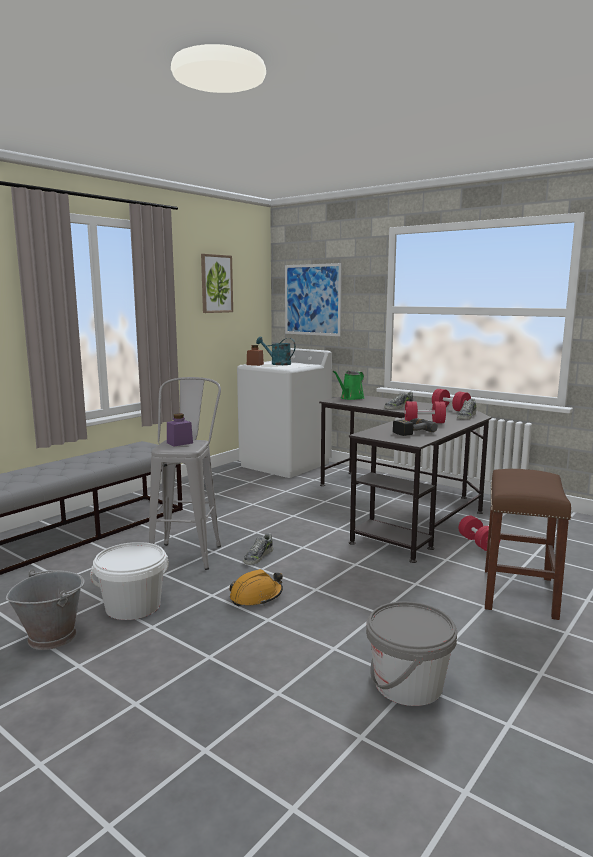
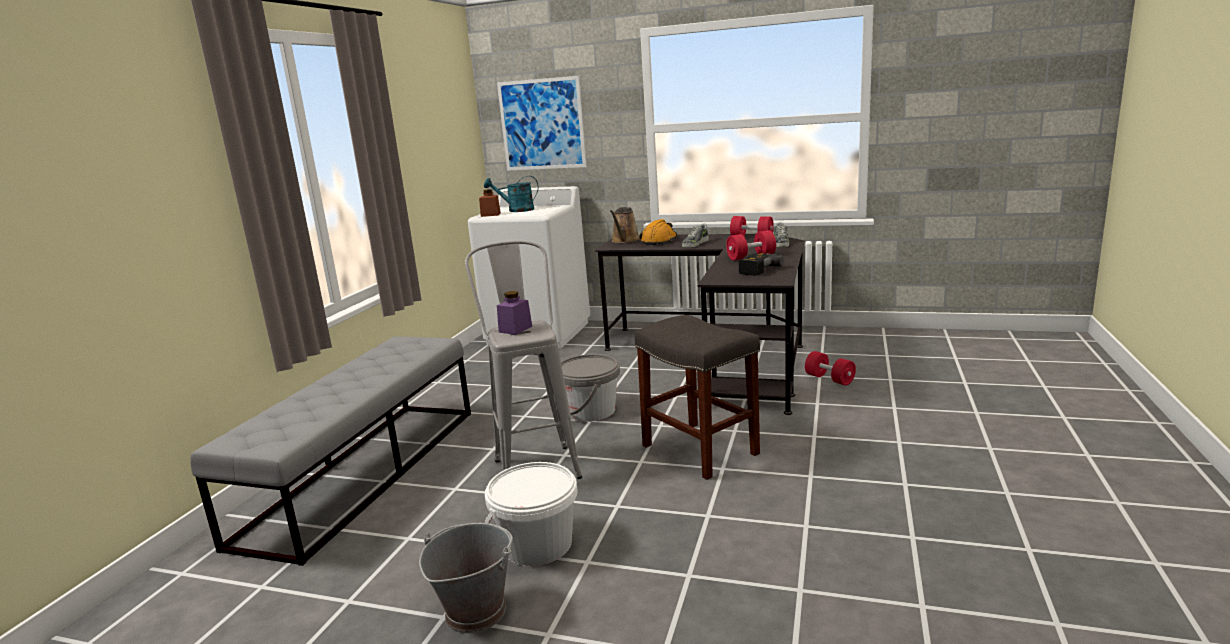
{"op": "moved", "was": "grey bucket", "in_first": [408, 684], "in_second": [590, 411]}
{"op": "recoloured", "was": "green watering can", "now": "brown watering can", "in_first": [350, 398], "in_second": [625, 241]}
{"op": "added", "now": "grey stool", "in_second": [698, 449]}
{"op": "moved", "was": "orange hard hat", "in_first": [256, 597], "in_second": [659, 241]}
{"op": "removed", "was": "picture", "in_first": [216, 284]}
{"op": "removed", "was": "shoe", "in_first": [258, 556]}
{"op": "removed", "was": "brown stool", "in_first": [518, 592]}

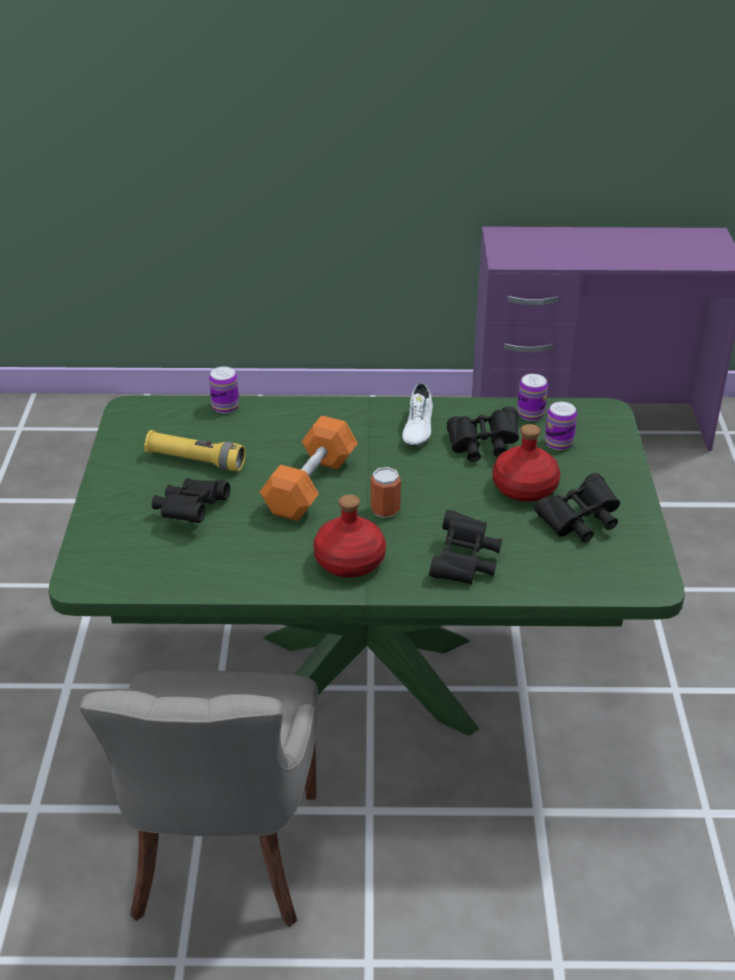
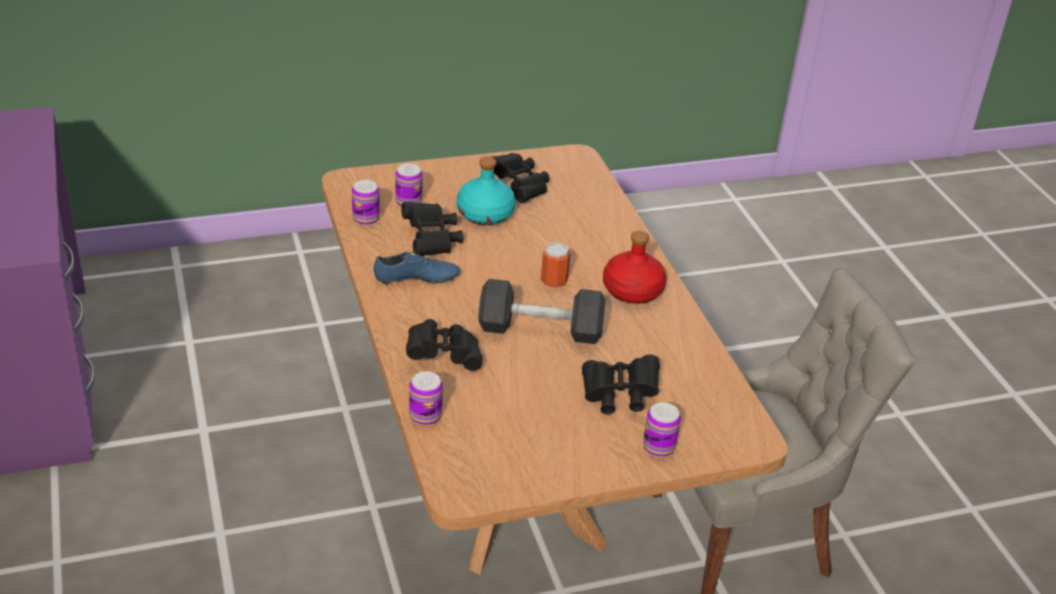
{"op": "recoloured", "was": "green dining table", "now": "brown dining table", "in_first": [367, 683], "in_second": [512, 484]}
{"op": "recoloured", "was": "white shoe", "now": "blue shoe", "in_first": [417, 428], "in_second": [416, 279]}
{"op": "moved", "was": "black binoculars", "in_first": [465, 562], "in_second": [444, 355]}
{"op": "recoloured", "was": "red bottle", "now": "turquoise bottle", "in_first": [523, 487], "in_second": [485, 214]}
{"op": "recoloured", "was": "orange dumbbell", "now": "grey dumbbell", "in_first": [310, 485], "in_second": [540, 329]}
{"op": "added", "now": "can", "in_second": [658, 447]}
{"op": "removed", "was": "yellow flashlight", "in_first": [195, 461]}

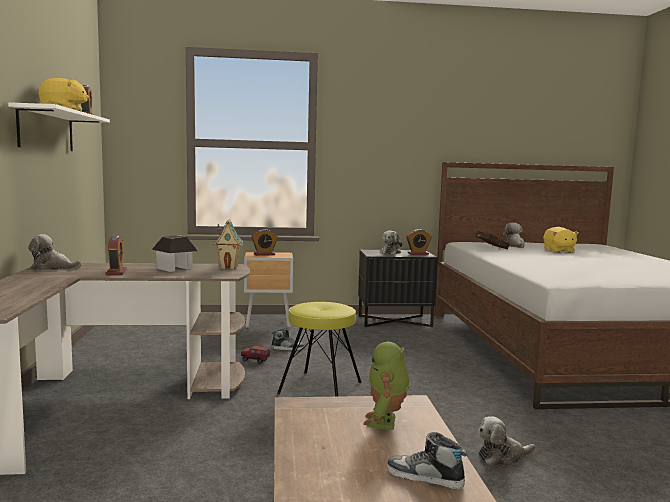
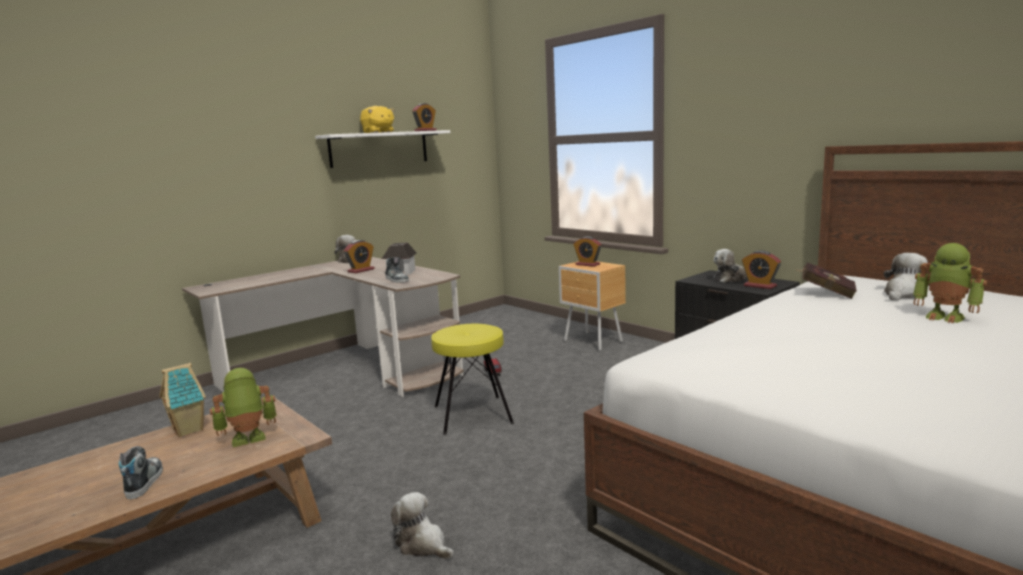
{"op": "moved", "was": "toy house", "in_first": [229, 267], "in_second": [189, 429]}
{"op": "moved", "was": "shoe", "in_first": [288, 348], "in_second": [397, 280]}
{"op": "replaced", "was": "yellow plush toy", "now": "toy robot", "in_first": [558, 251], "in_second": [946, 316]}

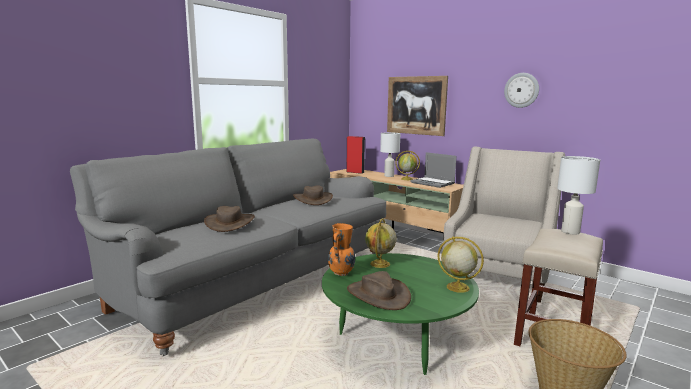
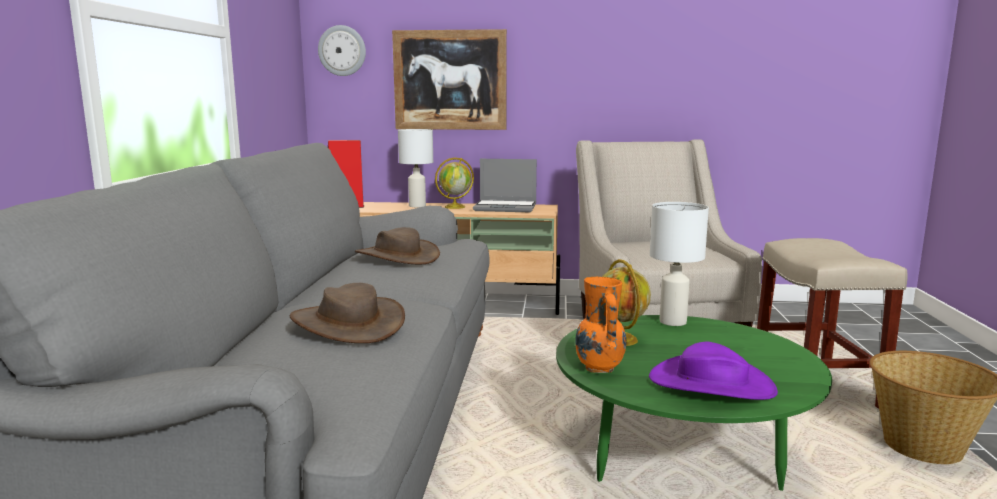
{"op": "moved", "was": "wall clock", "in_first": [521, 90], "in_second": [342, 50]}
{"op": "recoloured", "was": "brown hat", "now": "purple hat", "in_first": [378, 295], "in_second": [711, 384]}
{"op": "moved", "was": "white table lamp", "in_first": [570, 232], "in_second": [673, 322]}
{"op": "removed", "was": "globe", "in_first": [457, 287]}

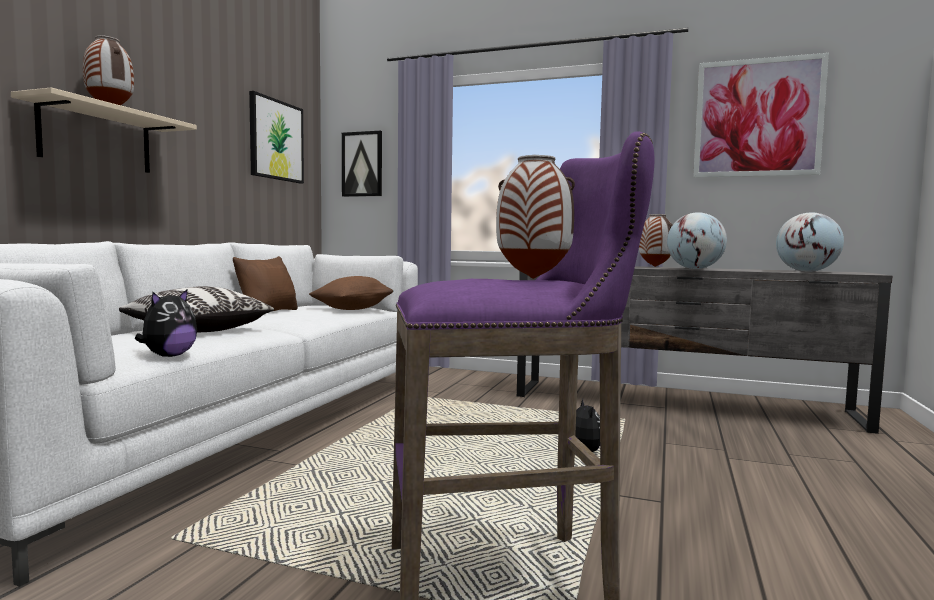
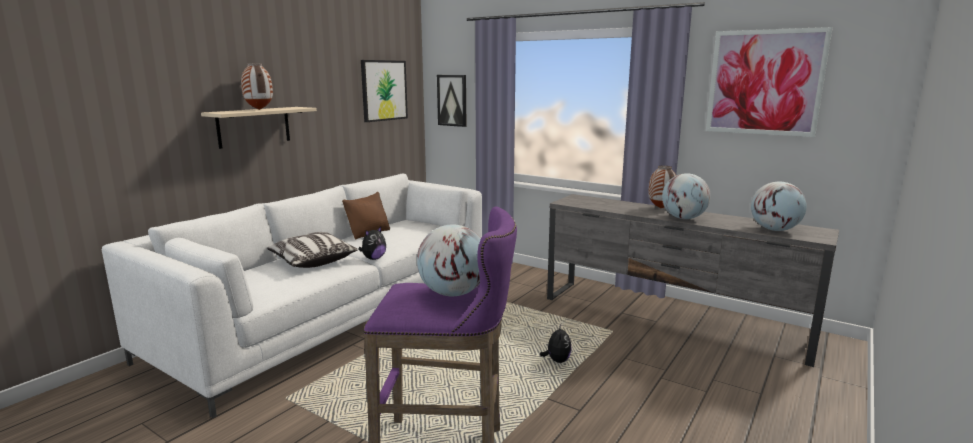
{"op": "moved", "was": "plush toy", "in_first": [169, 356], "in_second": [373, 258]}
{"op": "replaced", "was": "vase", "now": "globe", "in_first": [532, 278], "in_second": [453, 293]}
{"op": "removed", "was": "brown pillow", "in_first": [352, 309]}

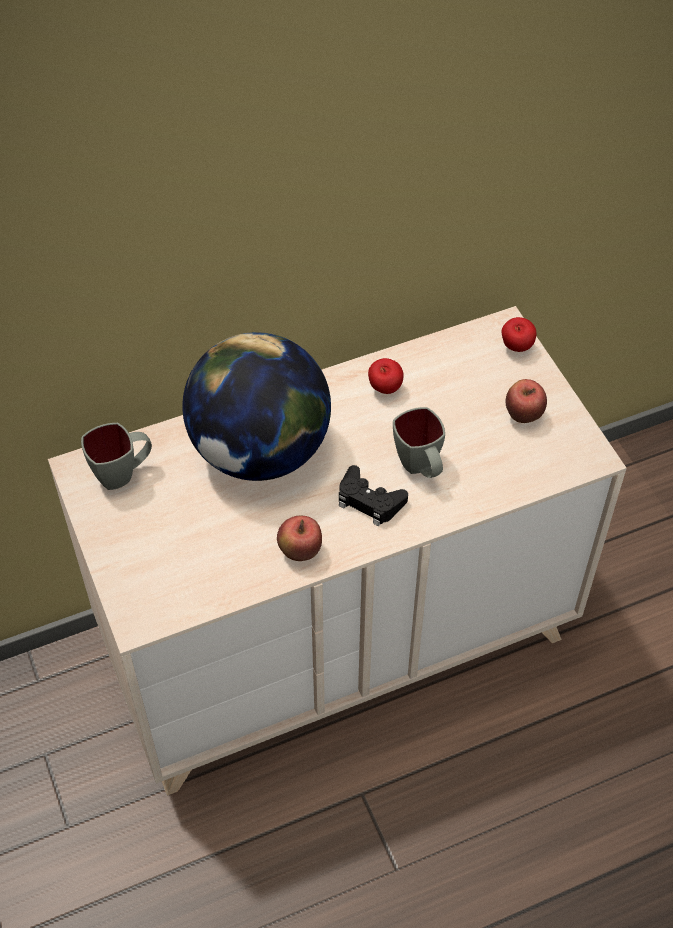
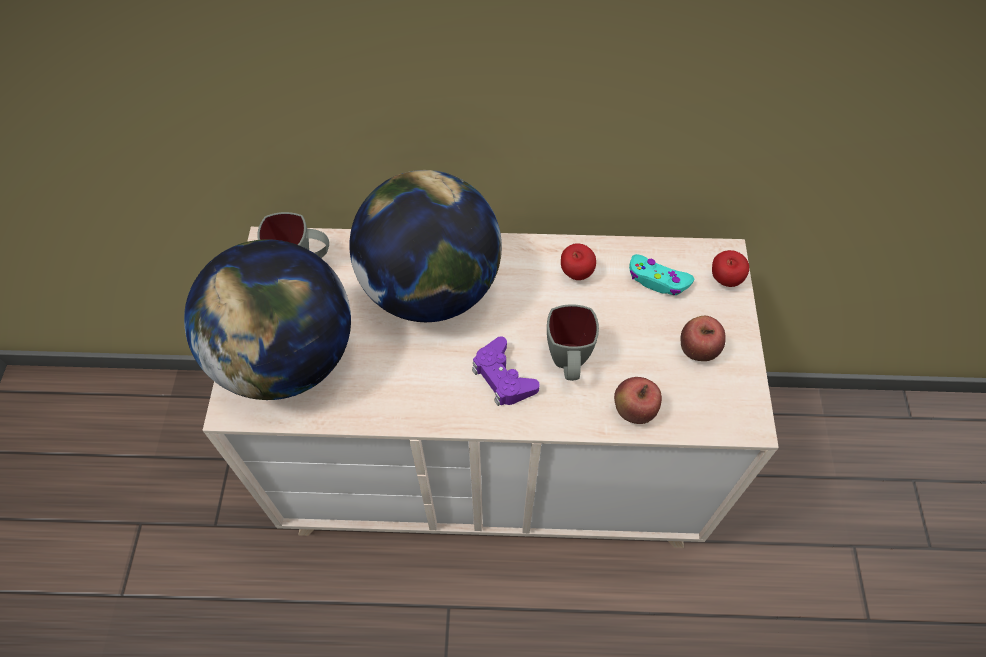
{"op": "added", "now": "globe", "in_second": [287, 358]}
{"op": "recoloured", "was": "black game controller", "now": "purple game controller", "in_first": [369, 501], "in_second": [503, 377]}
{"op": "moved", "was": "apple", "in_first": [300, 551], "in_second": [633, 411]}
{"op": "added", "now": "turquoise game controller", "in_second": [657, 280]}

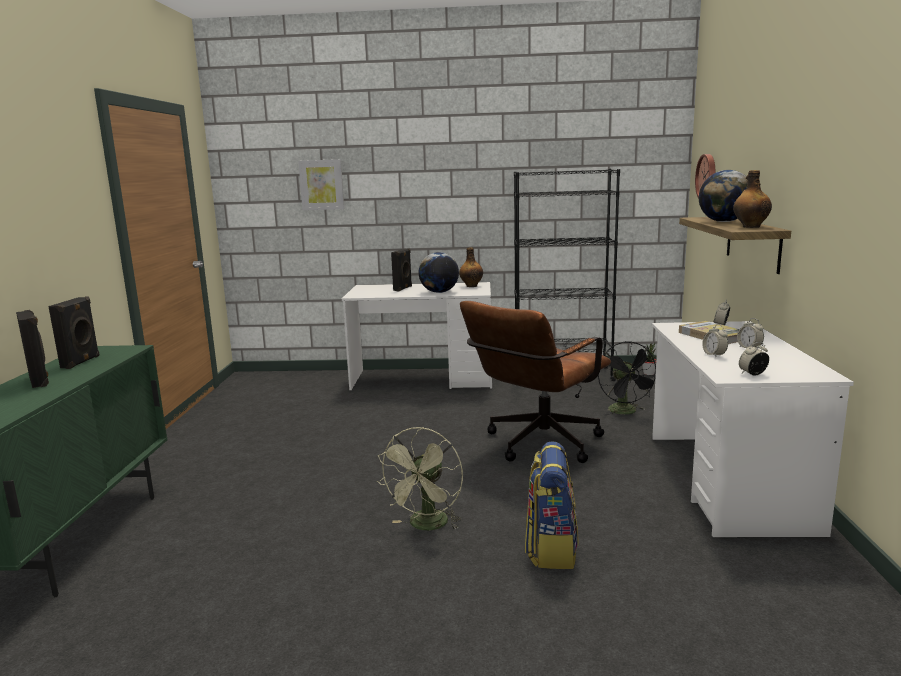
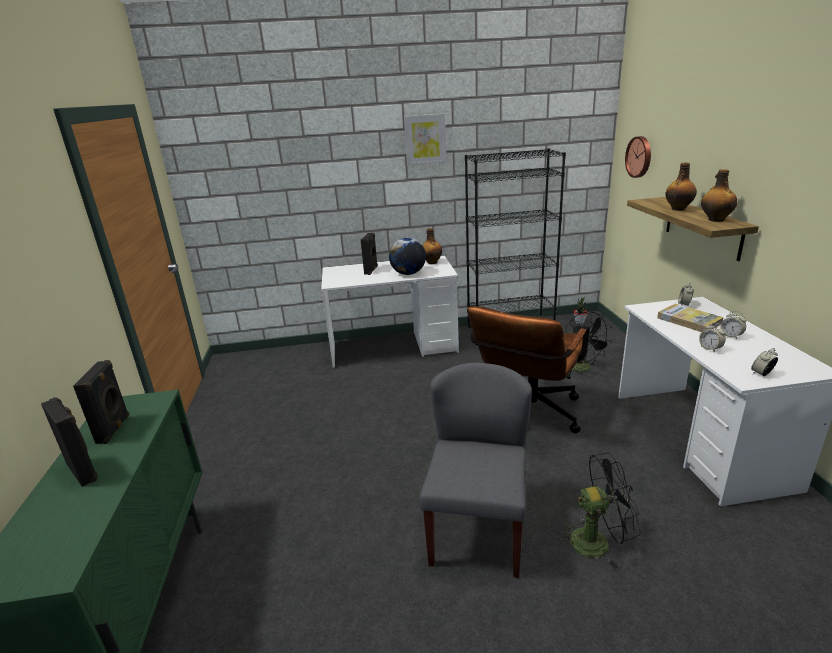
{"op": "moved", "was": "picture", "in_first": [322, 184], "in_second": [425, 139]}
{"op": "replaced", "was": "green fan", "now": "grey chair", "in_first": [426, 526], "in_second": [478, 529]}
{"op": "replaced", "was": "backpack", "now": "black fan", "in_first": [551, 548], "in_second": [597, 541]}
{"op": "replaced", "was": "globe", "now": "bottle", "in_first": [724, 222], "in_second": [678, 209]}

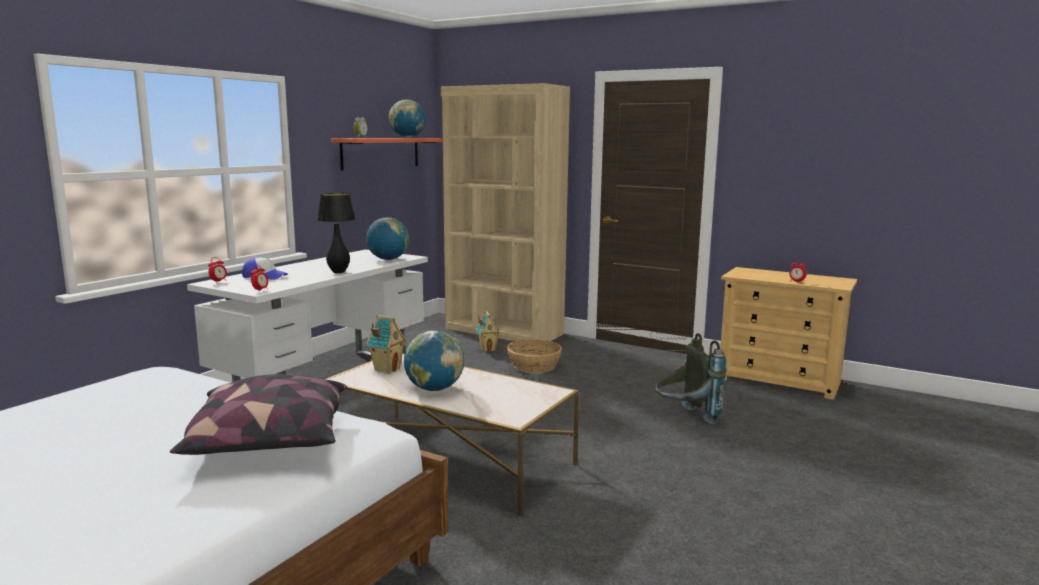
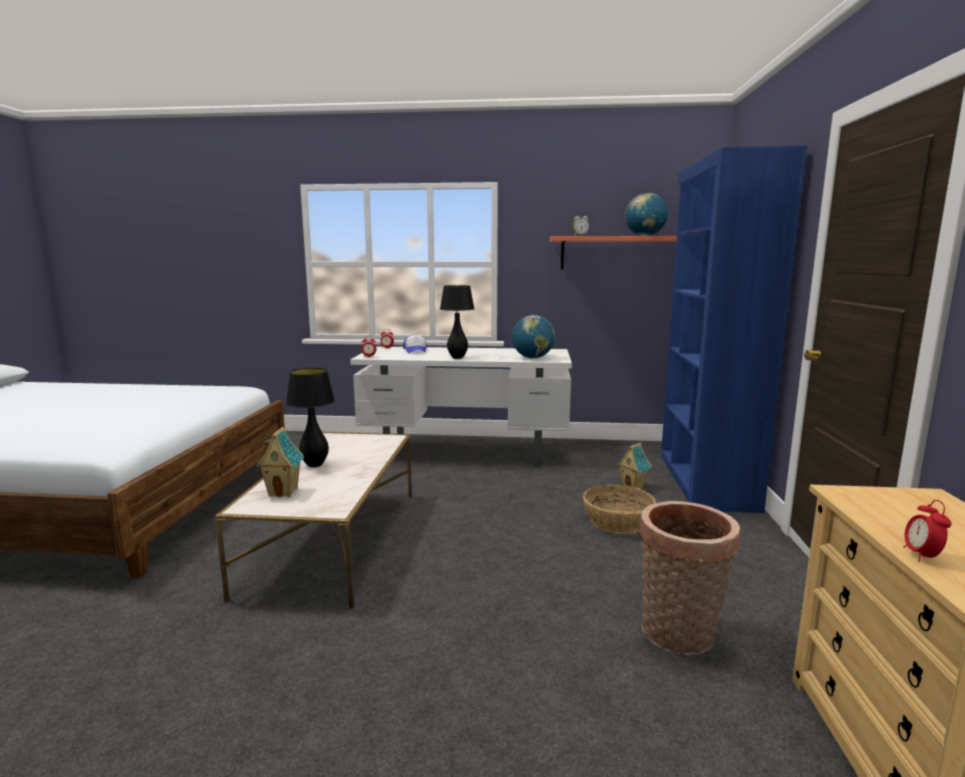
{"op": "moved", "was": "toy house", "in_first": [387, 369], "in_second": [284, 492]}
{"op": "replaced", "was": "globe", "now": "black table lamp", "in_first": [434, 389], "in_second": [315, 465]}
{"op": "added", "now": "basket", "in_second": [679, 636]}
{"op": "recoloured", "was": "beige bookcase", "now": "blue bookcase", "in_first": [504, 331], "in_second": [704, 481]}
{"op": "removed", "was": "pillow", "in_first": [270, 442]}
{"op": "removed", "was": "grey backpack", "in_first": [685, 418]}

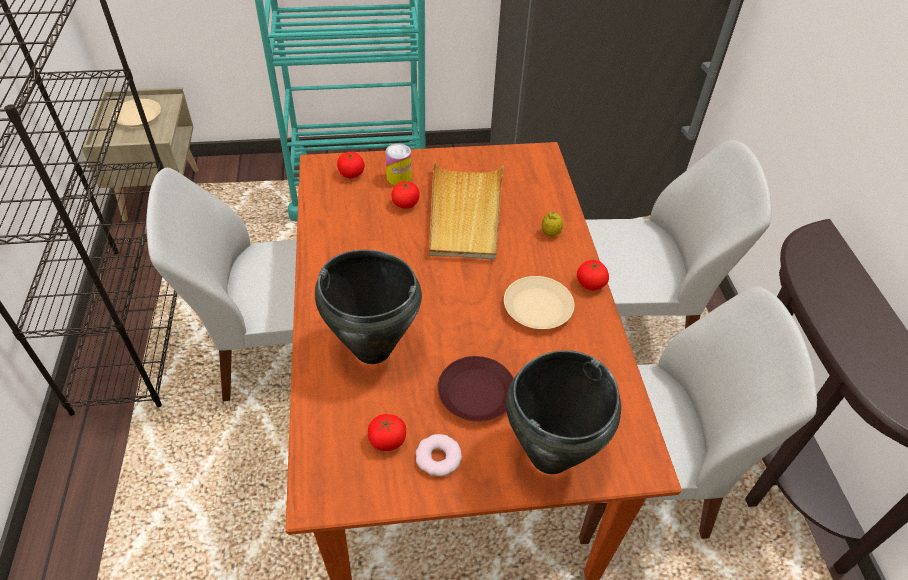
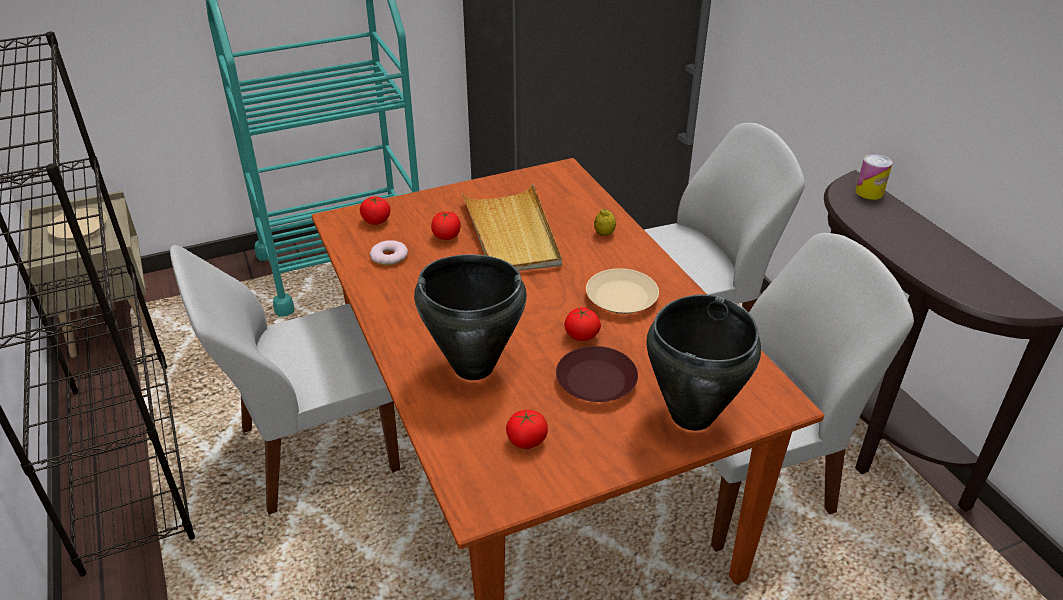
{"op": "moved", "was": "donut", "in_first": [438, 458], "in_second": [389, 256]}
{"op": "moved", "was": "tomato", "in_first": [590, 284], "in_second": [581, 335]}
{"op": "moved", "was": "can", "in_first": [399, 178], "in_second": [869, 192]}

